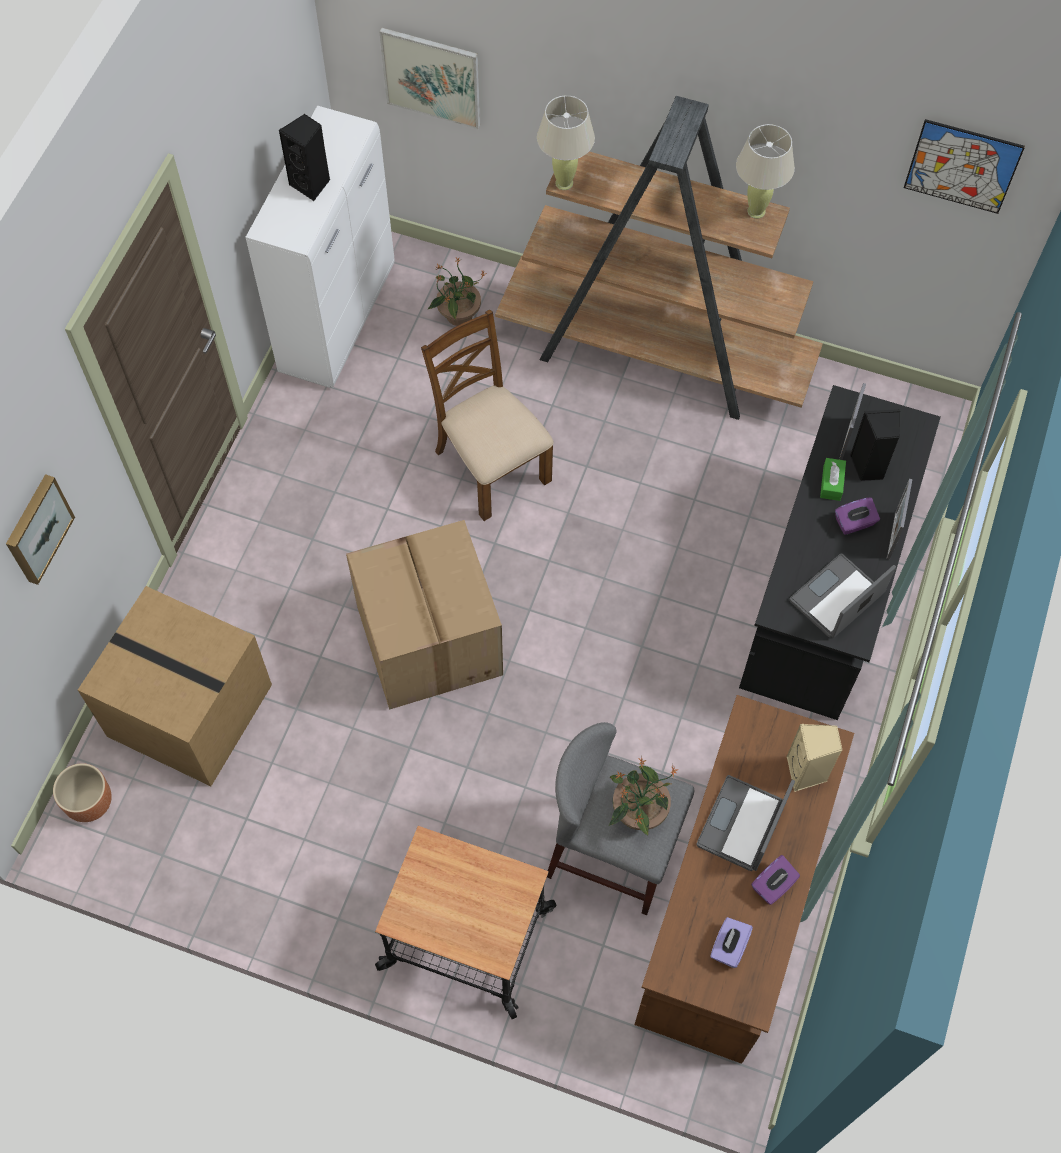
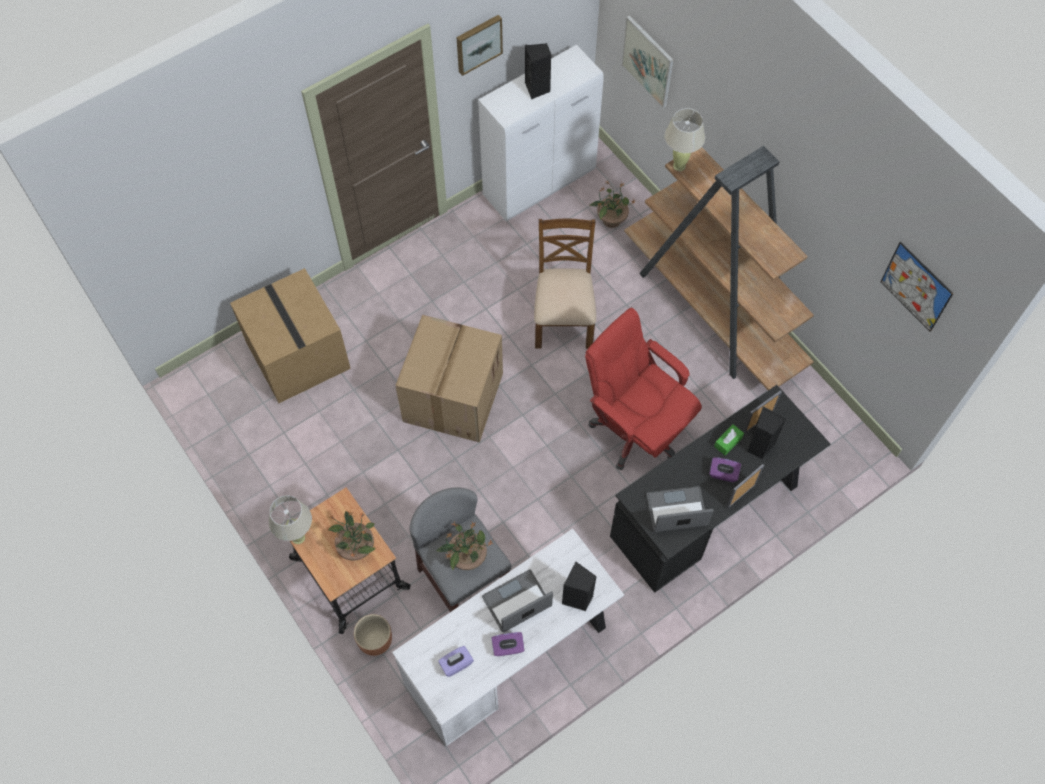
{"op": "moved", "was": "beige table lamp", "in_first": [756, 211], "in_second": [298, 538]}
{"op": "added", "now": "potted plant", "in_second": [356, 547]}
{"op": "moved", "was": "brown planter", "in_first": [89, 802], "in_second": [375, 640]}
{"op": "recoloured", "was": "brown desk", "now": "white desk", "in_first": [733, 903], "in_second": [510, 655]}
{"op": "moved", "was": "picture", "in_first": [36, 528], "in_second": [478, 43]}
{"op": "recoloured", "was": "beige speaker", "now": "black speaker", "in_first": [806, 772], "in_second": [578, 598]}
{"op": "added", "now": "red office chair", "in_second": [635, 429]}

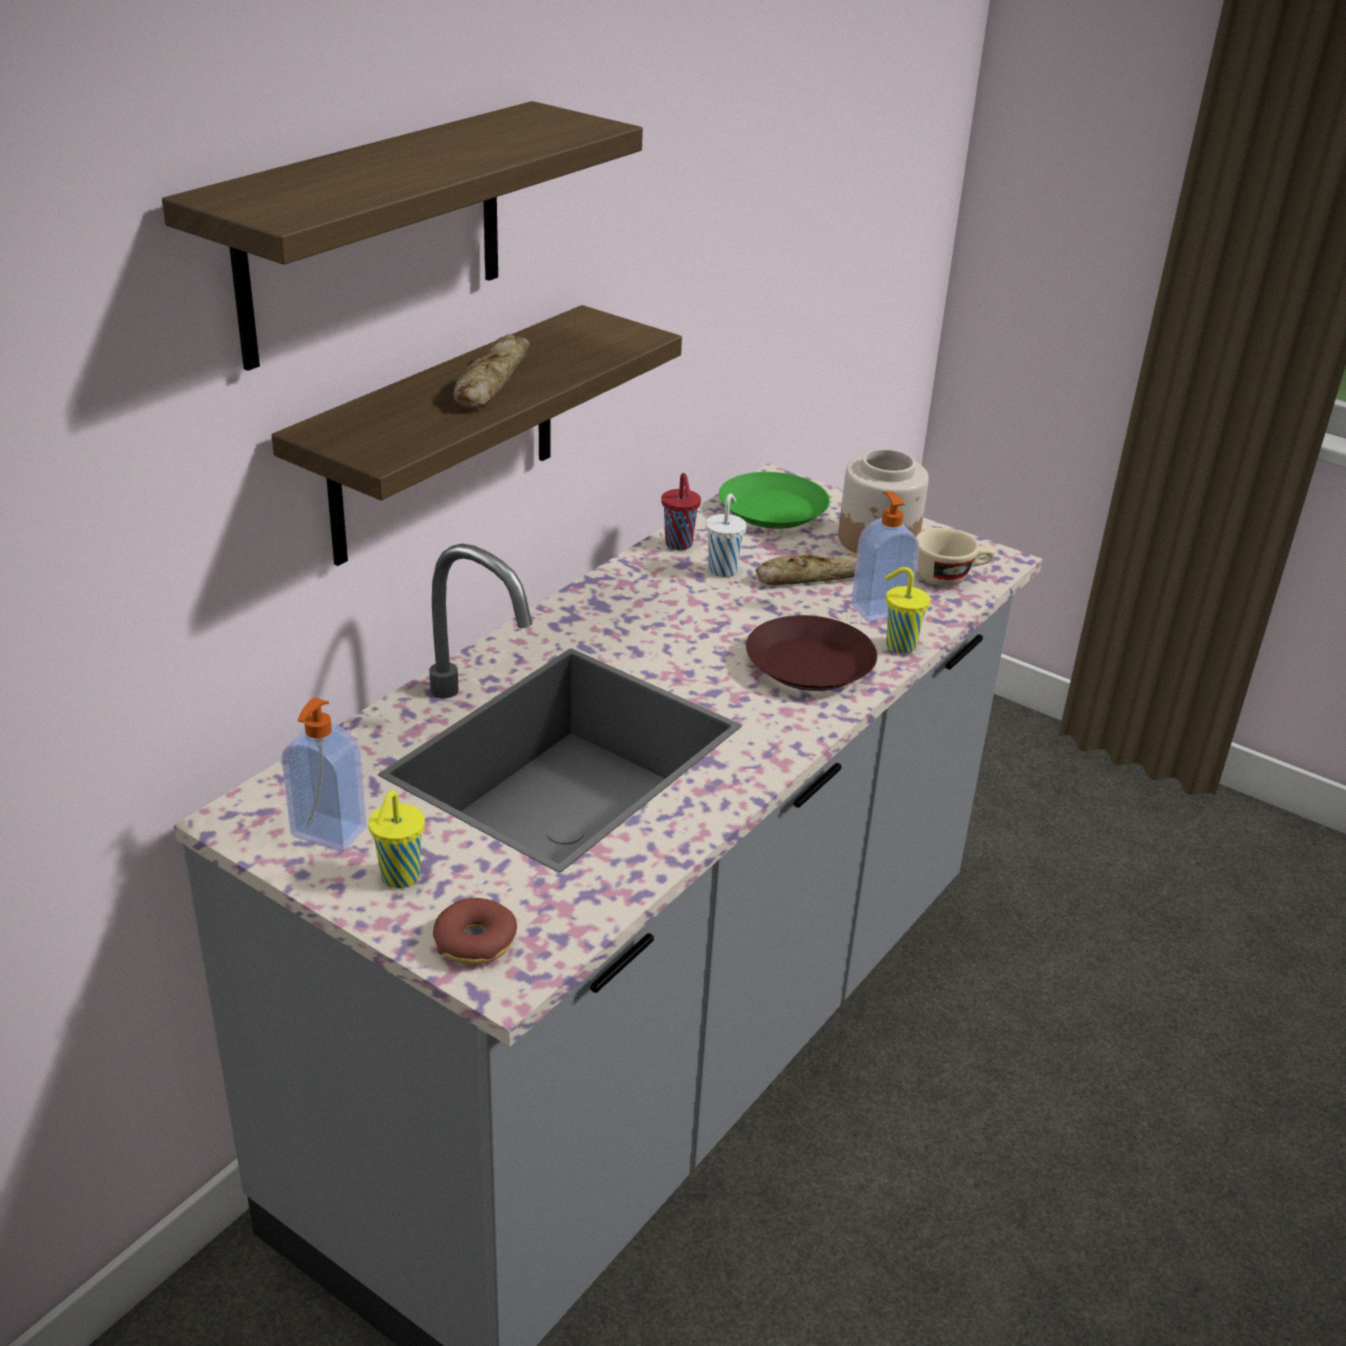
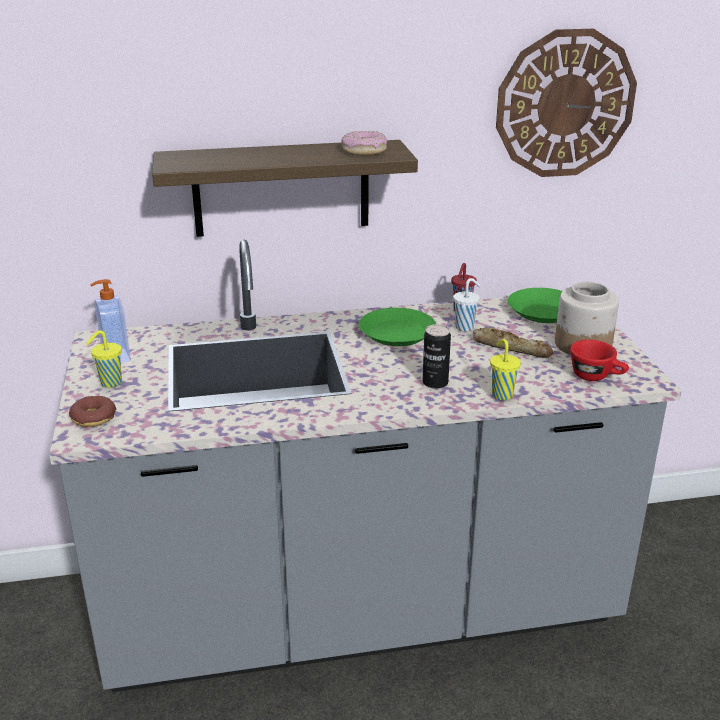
{"op": "added", "now": "donut", "in_second": [364, 151]}
{"op": "added", "now": "green plate", "in_second": [398, 333]}
{"op": "replaced", "was": "brown plate", "now": "can", "in_first": [810, 663], "in_second": [435, 383]}
{"op": "added", "now": "wall clock", "in_second": [565, 104]}
{"op": "recoloured", "was": "beige cup", "now": "red cup", "in_first": [950, 577], "in_second": [596, 376]}
{"op": "removed", "was": "shelf", "in_first": [373, 234]}
{"op": "removed", "was": "bread", "in_first": [491, 382]}
{"op": "removed", "was": "soap dispenser", "in_first": [878, 609]}

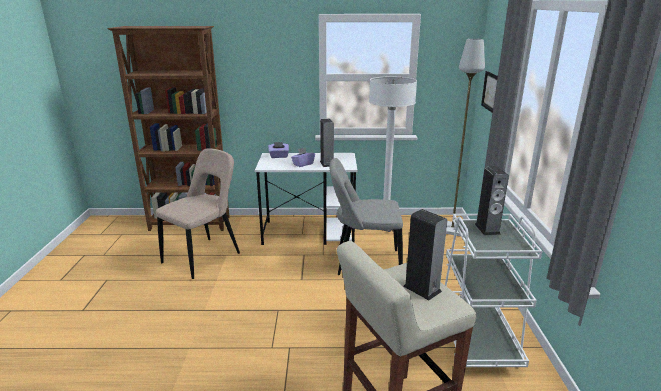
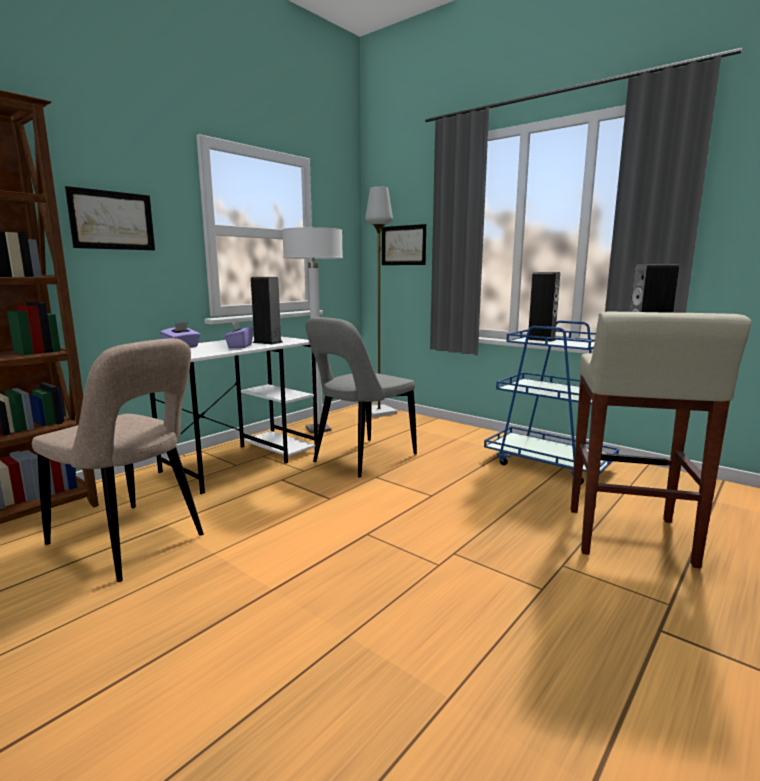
{"op": "turned", "was": "beige chair", "in_first": [204, 256], "in_second": [131, 542], "clockwise": 135}
{"op": "added", "now": "picture", "in_second": [112, 220]}
{"op": "recoloured", "was": "white cart", "now": "blue cart", "in_first": [477, 338], "in_second": [549, 464]}

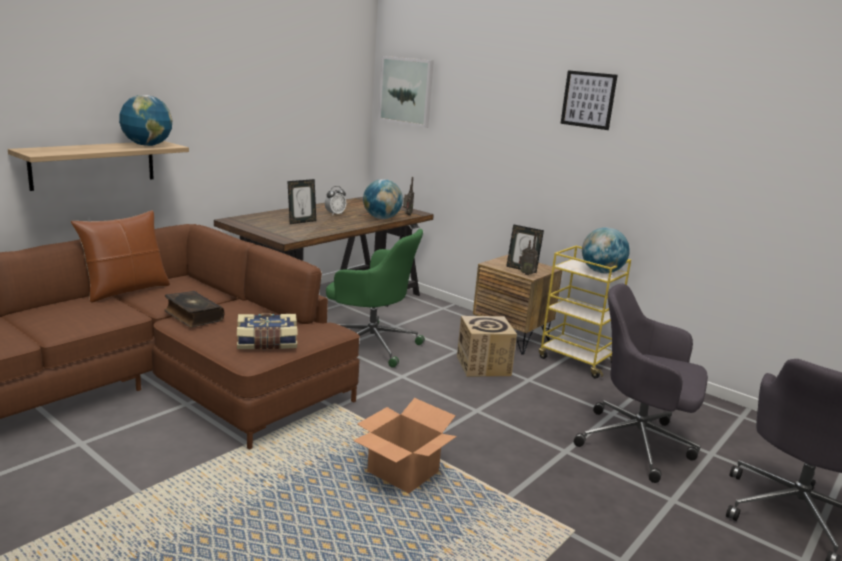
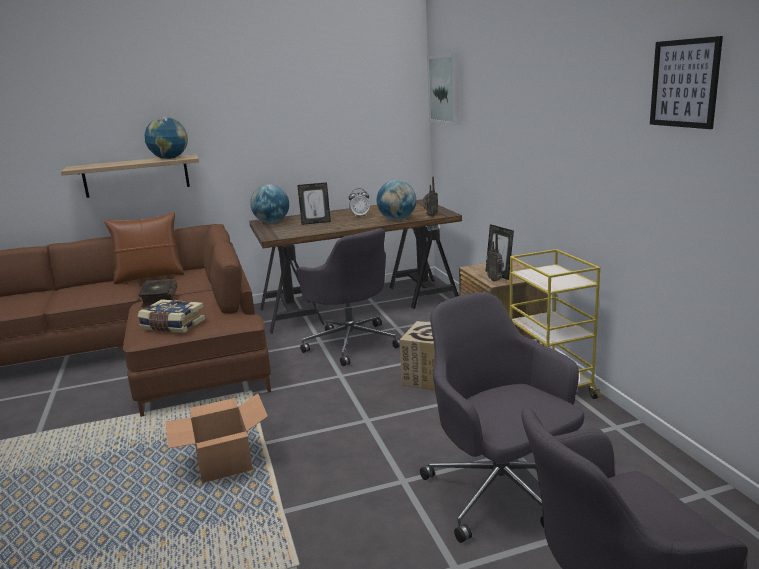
{"op": "moved", "was": "globe", "in_first": [601, 272], "in_second": [272, 222]}
{"op": "recoloured", "was": "green office chair", "now": "grey office chair", "in_first": [370, 344], "in_second": [351, 343]}
{"op": "moved", "was": "picture", "in_first": [588, 100], "in_second": [684, 83]}

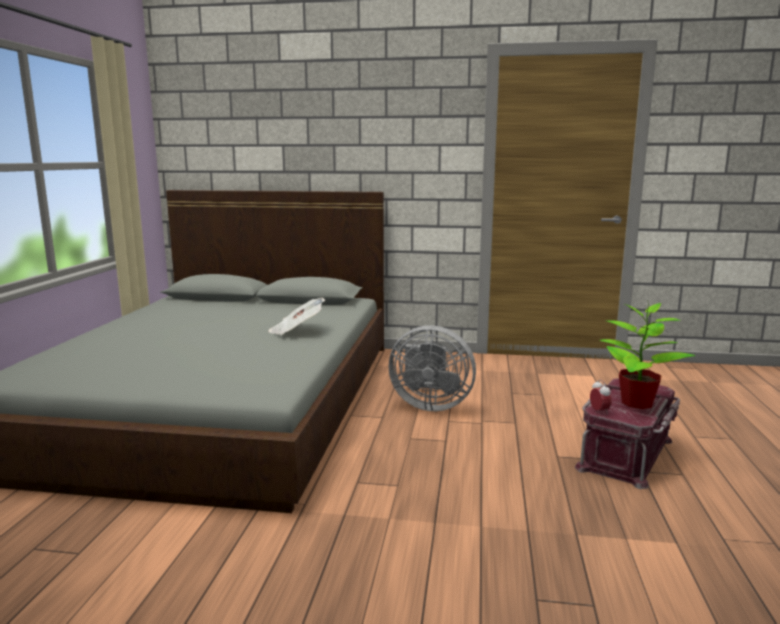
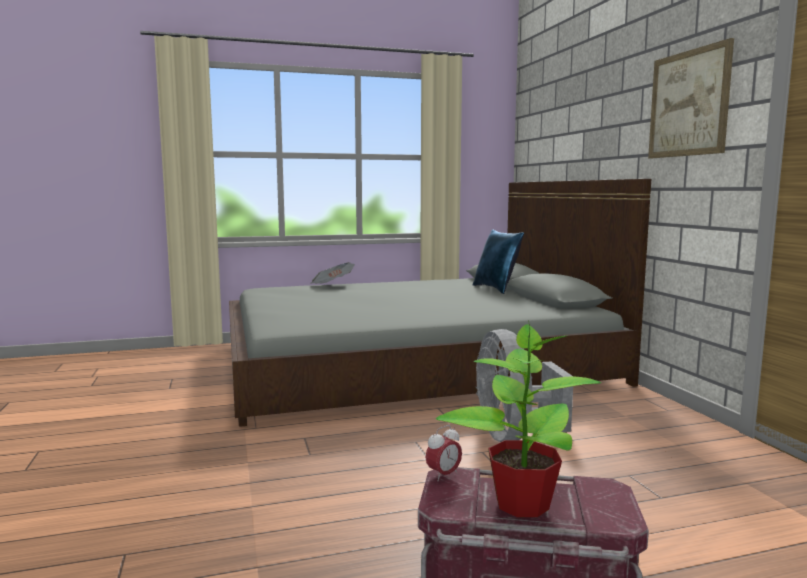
{"op": "moved", "was": "newspaper", "in_first": [296, 331], "in_second": [332, 286]}
{"op": "added", "now": "blue pillow", "in_second": [497, 289]}
{"op": "added", "now": "picture", "in_second": [688, 103]}

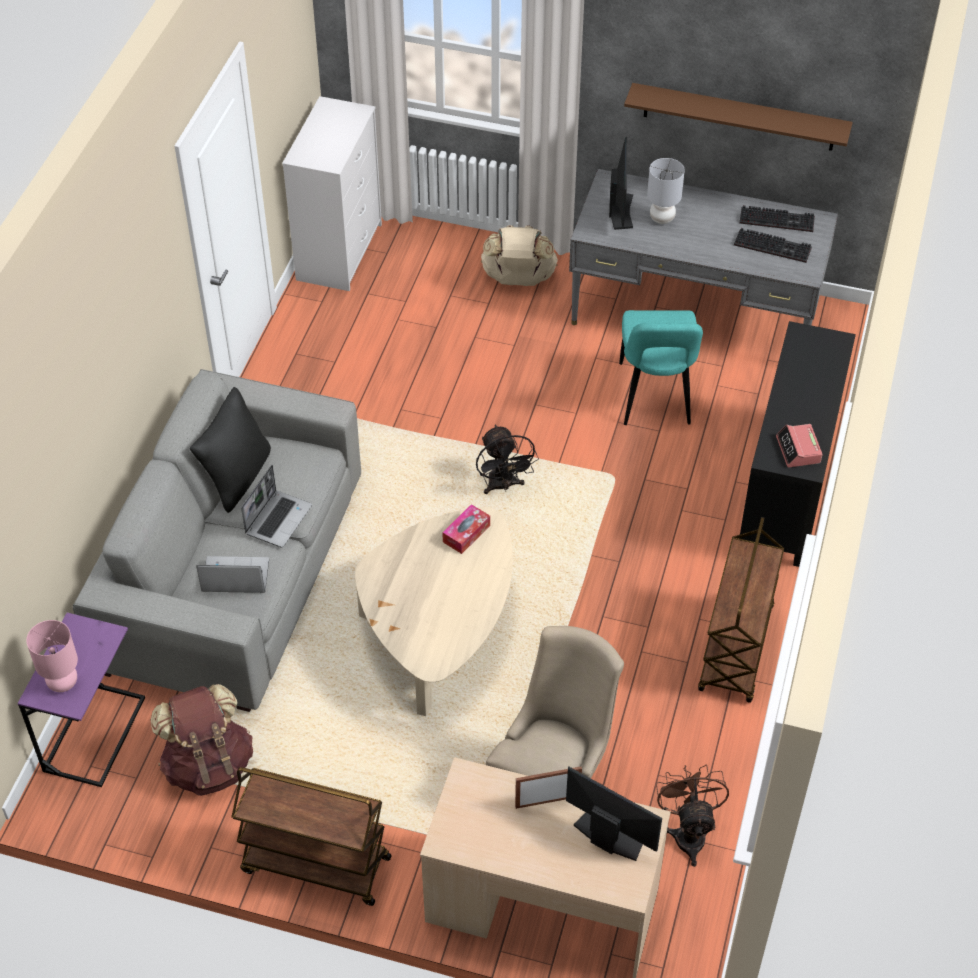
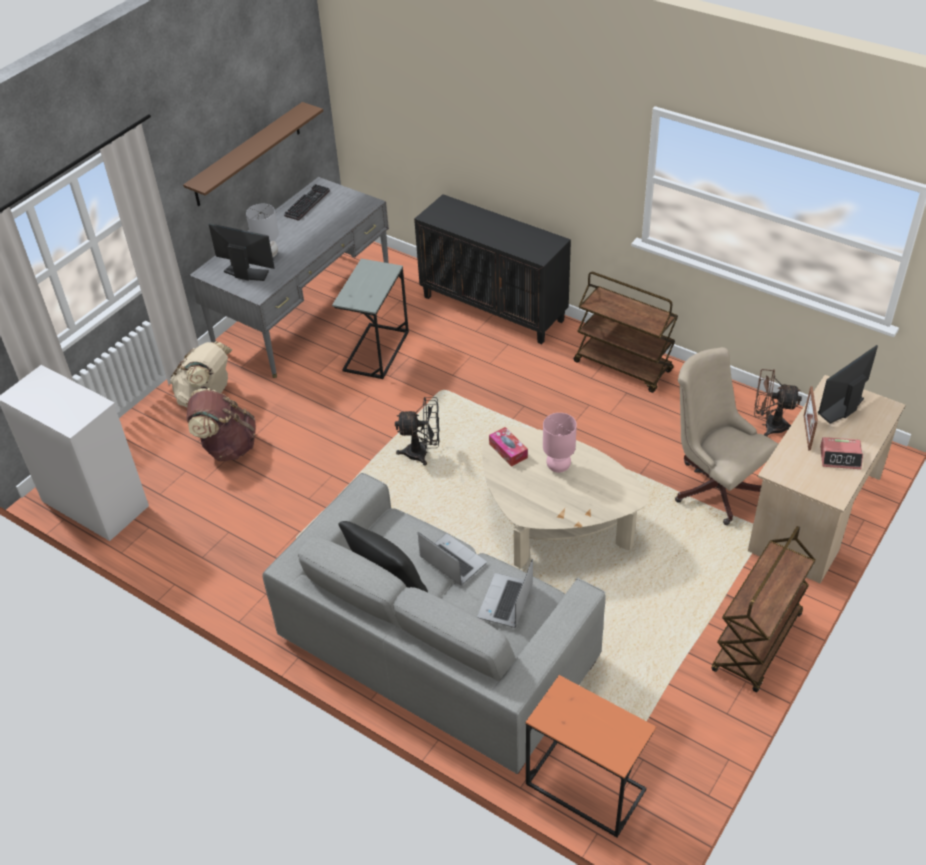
{"op": "moved", "was": "brown backpack", "in_first": [208, 765], "in_second": [227, 447]}
{"op": "replaced", "was": "turquoise chair", "now": "grey side table", "in_first": [655, 398], "in_second": [376, 351]}
{"op": "recoloured", "was": "purple side table", "now": "orange side table", "in_first": [94, 733], "in_second": [585, 787]}
{"op": "moved", "was": "pink table lamp", "in_first": [63, 682], "in_second": [558, 466]}
{"op": "moved", "was": "alarm clock", "in_first": [798, 450], "in_second": [840, 457]}
{"op": "removed", "was": "keyboard", "in_first": [774, 246]}

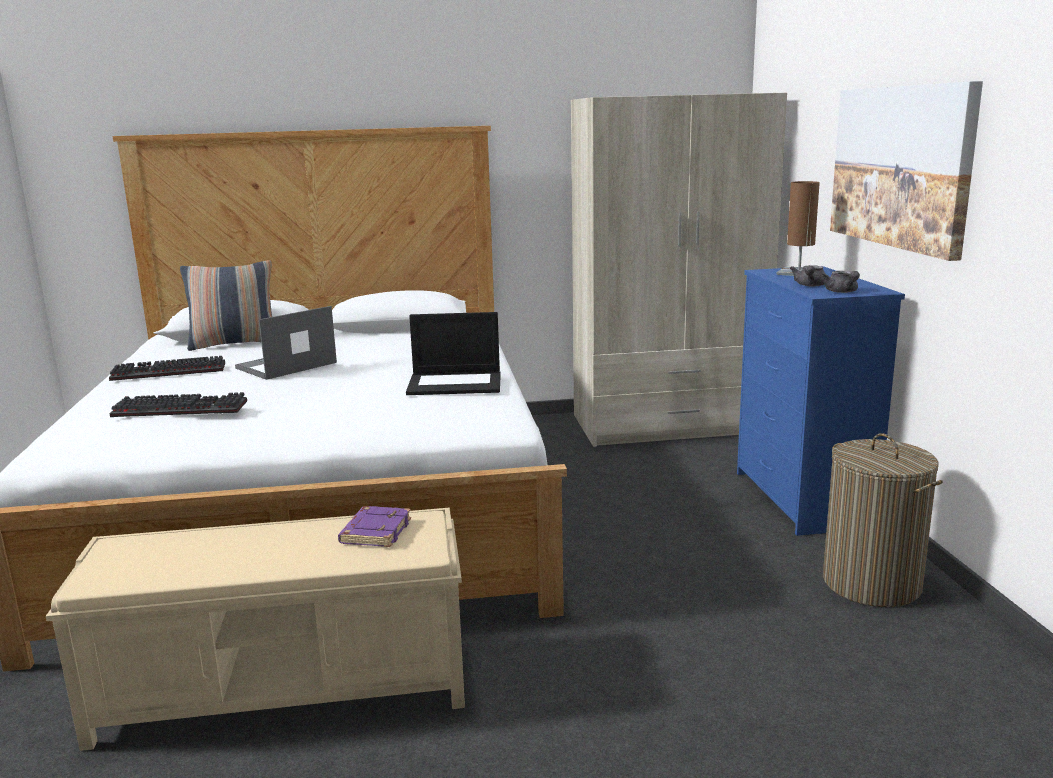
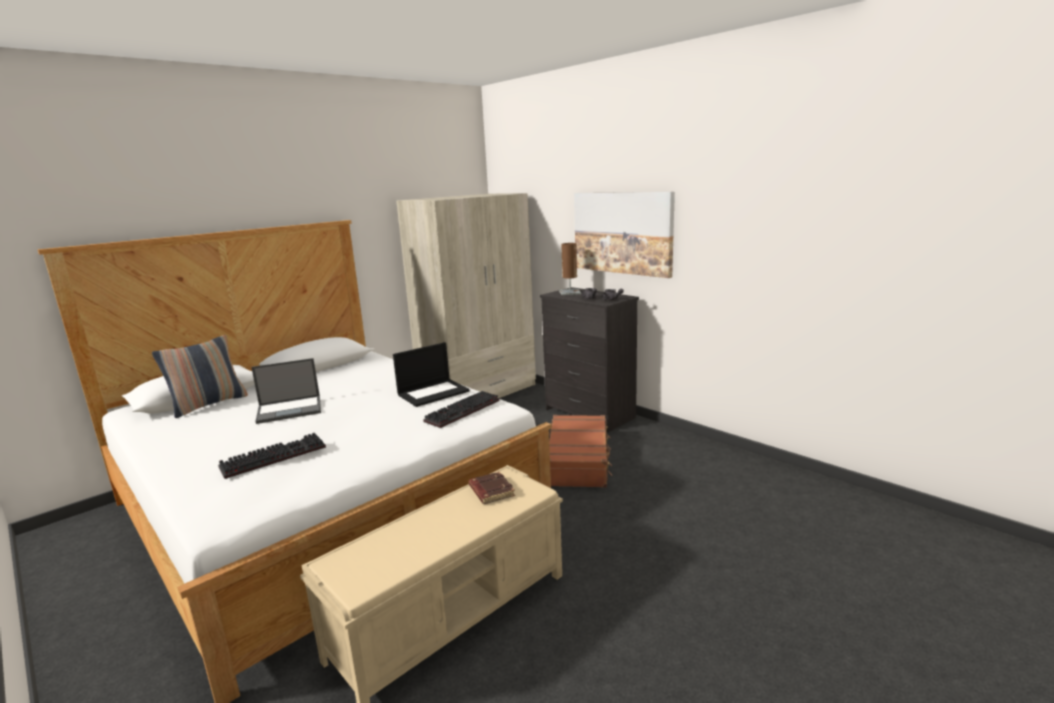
{"op": "turned", "was": "laptop", "in_first": [285, 366], "in_second": [290, 409], "clockwise": -120}
{"op": "moved", "was": "keyboard", "in_first": [166, 372], "in_second": [463, 412]}
{"op": "recoloured", "was": "purple book", "now": "brown book", "in_first": [375, 531], "in_second": [490, 491]}
{"op": "recoloured", "was": "blue dresser", "now": "black dresser", "in_first": [801, 499], "in_second": [590, 414]}
{"op": "added", "now": "brown suitcase", "in_second": [579, 460]}
{"op": "removed", "was": "laundry basket", "in_first": [871, 583]}

